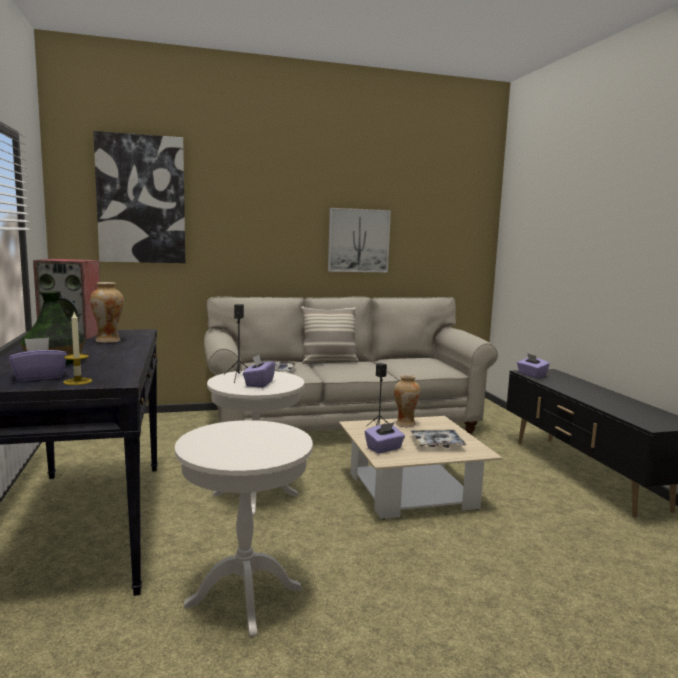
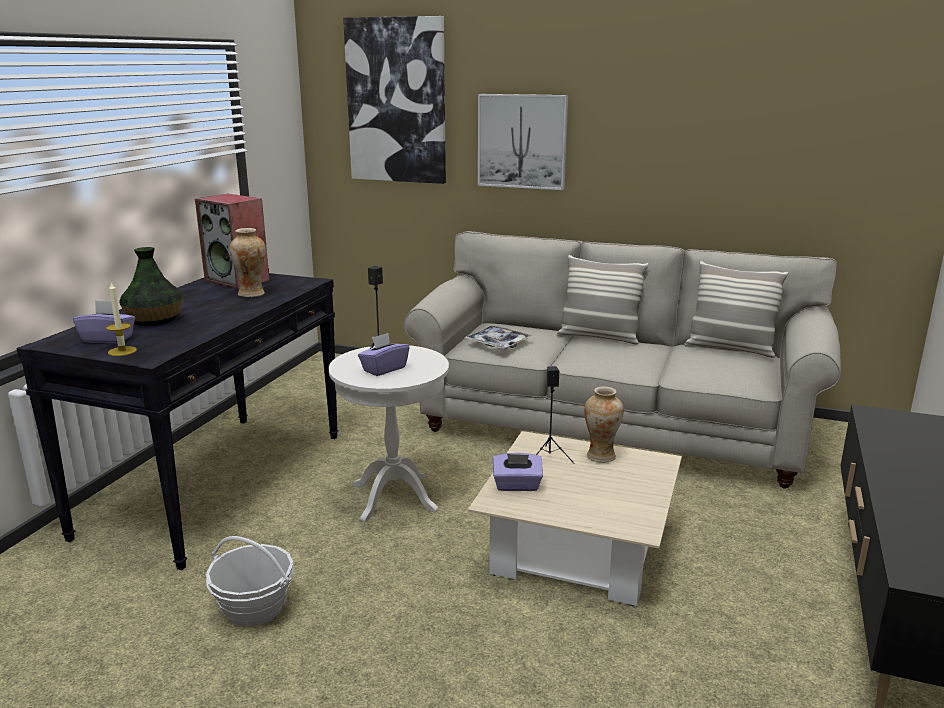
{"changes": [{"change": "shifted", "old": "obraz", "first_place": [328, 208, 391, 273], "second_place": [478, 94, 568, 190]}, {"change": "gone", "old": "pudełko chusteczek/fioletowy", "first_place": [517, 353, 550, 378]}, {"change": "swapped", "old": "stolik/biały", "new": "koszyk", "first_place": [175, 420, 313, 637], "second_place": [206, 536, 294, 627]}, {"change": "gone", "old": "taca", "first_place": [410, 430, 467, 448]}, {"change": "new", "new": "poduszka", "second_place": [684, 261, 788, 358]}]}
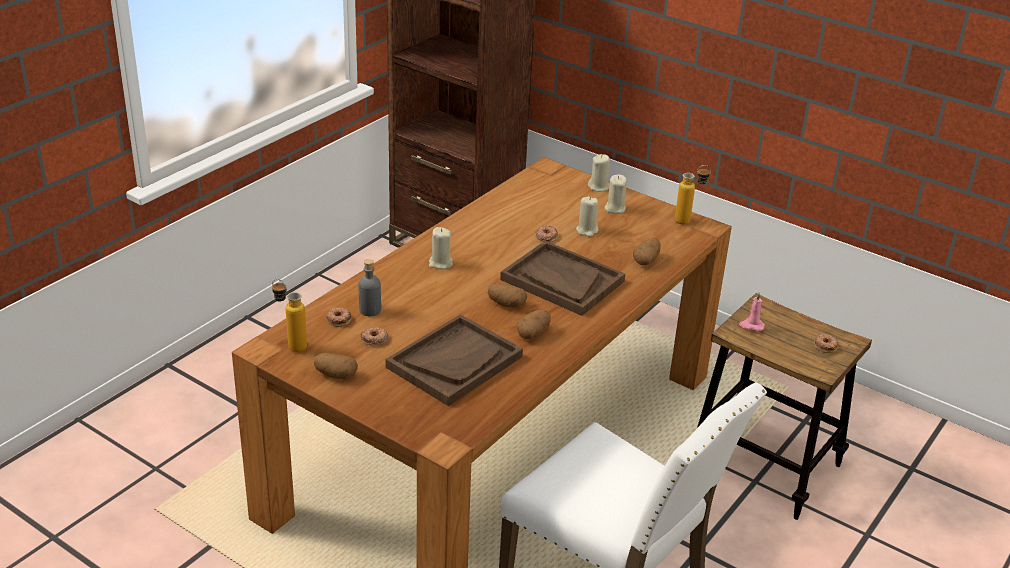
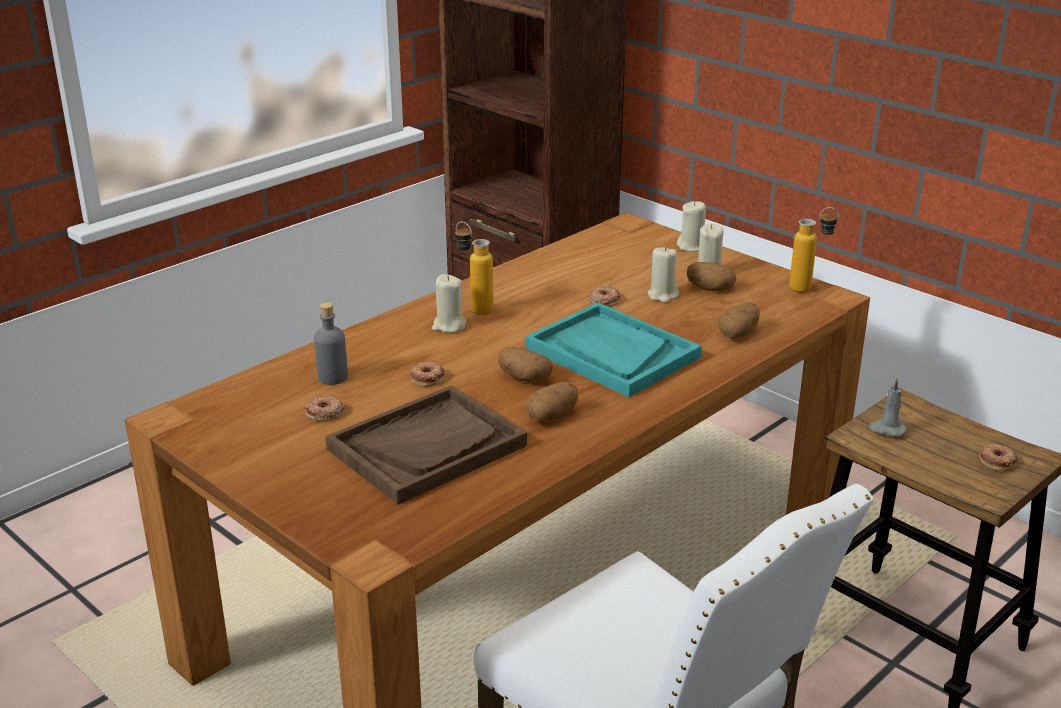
{"changes": [{"change": "repainted", "old": "taca/brązowy", "new": "taca/turkusowy", "first_place": [500, 241, 625, 316], "second_place": [525, 303, 702, 397]}, {"change": "shifted", "old": "butelka", "first_place": [272, 279, 307, 352], "second_place": [455, 222, 494, 315]}, {"change": "repainted", "old": "świeca/różowy", "new": "świeca/szary", "first_place": [739, 293, 765, 331], "second_place": [869, 378, 907, 436]}, {"change": "shifted", "old": "donut", "first_place": [326, 307, 352, 327], "second_place": [410, 362, 445, 387]}, {"change": "shifted", "old": "ziemniak", "first_place": [314, 353, 358, 379], "second_place": [687, 262, 736, 291]}]}
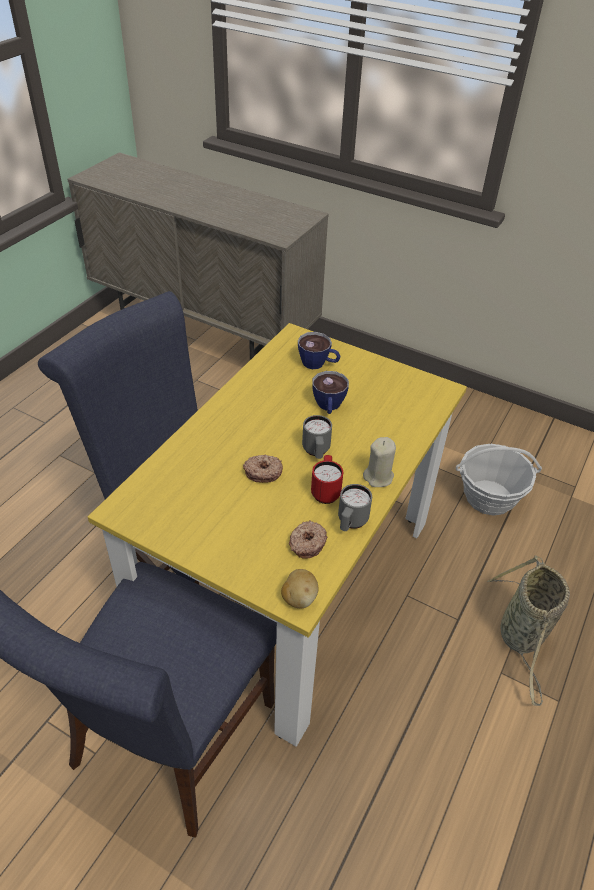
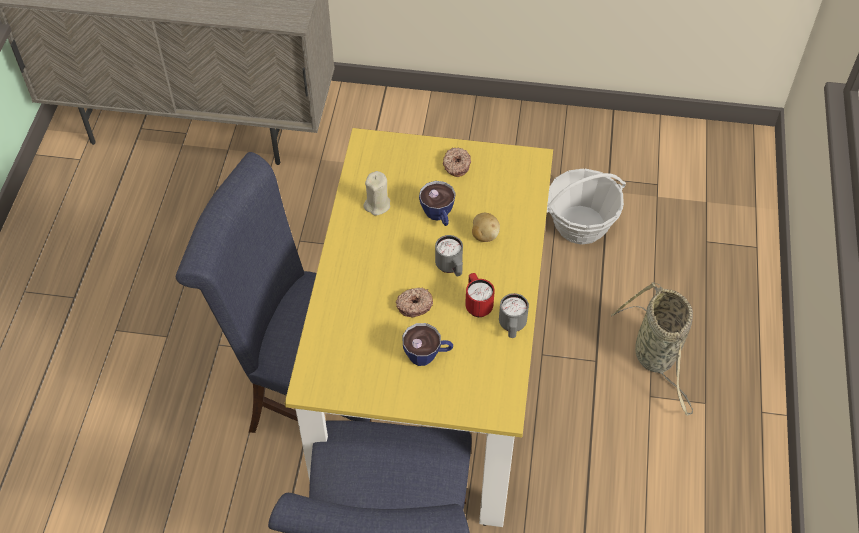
{"changes": [{"change": "shifted", "old": "filiżanka", "first_place": [298, 332, 341, 369], "second_place": [403, 323, 453, 366]}, {"change": "shifted", "old": "świeca/beżowy", "first_place": [363, 437, 396, 487], "second_place": [363, 171, 390, 216]}, {"change": "shifted", "old": "donut", "first_place": [289, 520, 328, 559], "second_place": [443, 148, 471, 177]}, {"change": "shifted", "old": "ziemniak", "first_place": [281, 569, 318, 608], "second_place": [472, 213, 500, 242]}]}
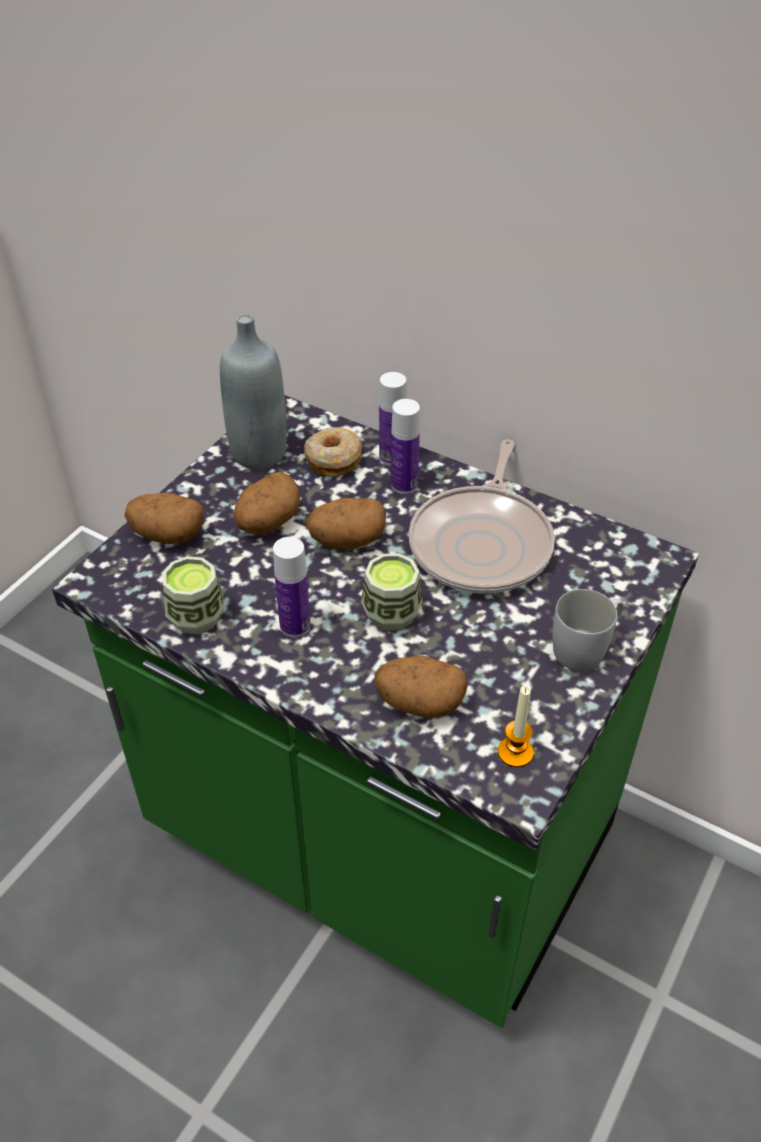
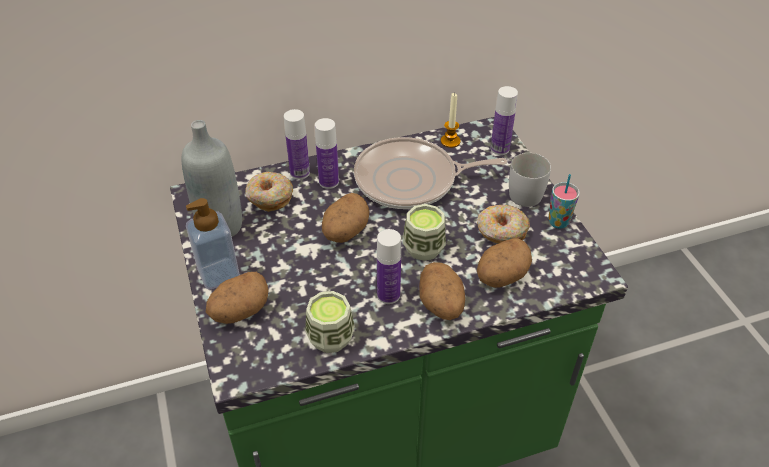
{"changes": [{"change": "rotated", "old": "patelnia", "first_place": [409, 439, 555, 593], "second_place": [354, 137, 507, 209], "degrees": 120}, {"change": "shifted", "old": "ziemniak", "first_place": [234, 472, 300, 535], "second_place": [419, 262, 465, 320]}, {"change": "shifted", "old": "świeca", "first_place": [498, 686, 534, 767], "second_place": [441, 93, 460, 148]}, {"change": "new", "new": "butelka", "second_place": [490, 86, 518, 155]}, {"change": "new", "new": "filiżanka", "second_place": [548, 174, 580, 229]}, {"change": "new", "new": "dozownik mydła", "second_place": [186, 198, 240, 290]}, {"change": "new", "new": "donut", "second_place": [477, 205, 530, 244]}]}
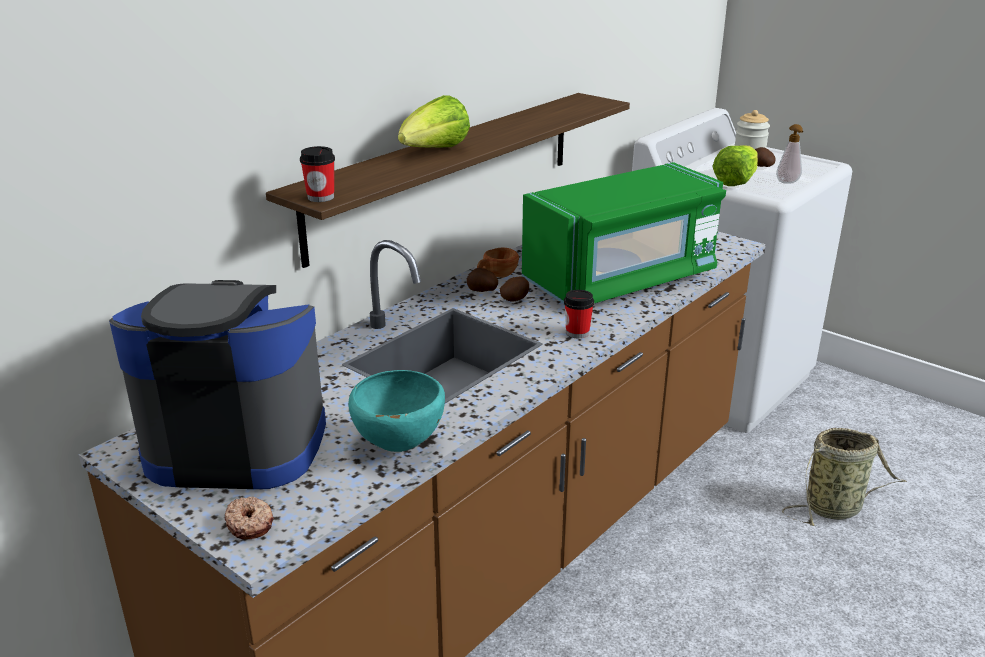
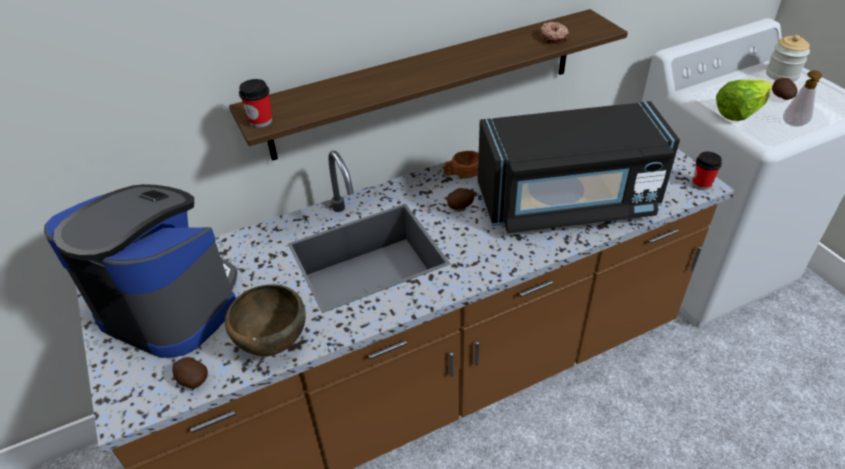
{"changes": [{"change": "gone", "old": "sałata", "first_place": [398, 95, 470, 148]}, {"change": "repainted", "old": "mikrofalówka/zielony", "new": "mikrofalówka/czarny", "first_place": [522, 162, 726, 304], "second_place": [478, 101, 680, 233]}, {"change": "shifted", "old": "ziemniak", "first_place": [467, 268, 498, 292], "second_place": [172, 357, 208, 389]}, {"change": "shifted", "old": "filiżanka", "first_place": [564, 290, 594, 338], "second_place": [692, 152, 722, 190]}, {"change": "repainted", "old": "miska/turkusowy", "new": "miska/brązowy", "first_place": [348, 370, 445, 452], "second_place": [225, 284, 306, 356]}, {"change": "gone", "old": "koszyk", "first_place": [782, 428, 907, 526]}, {"change": "shifted", "old": "donut", "first_place": [225, 496, 274, 539], "second_place": [540, 22, 569, 44]}]}
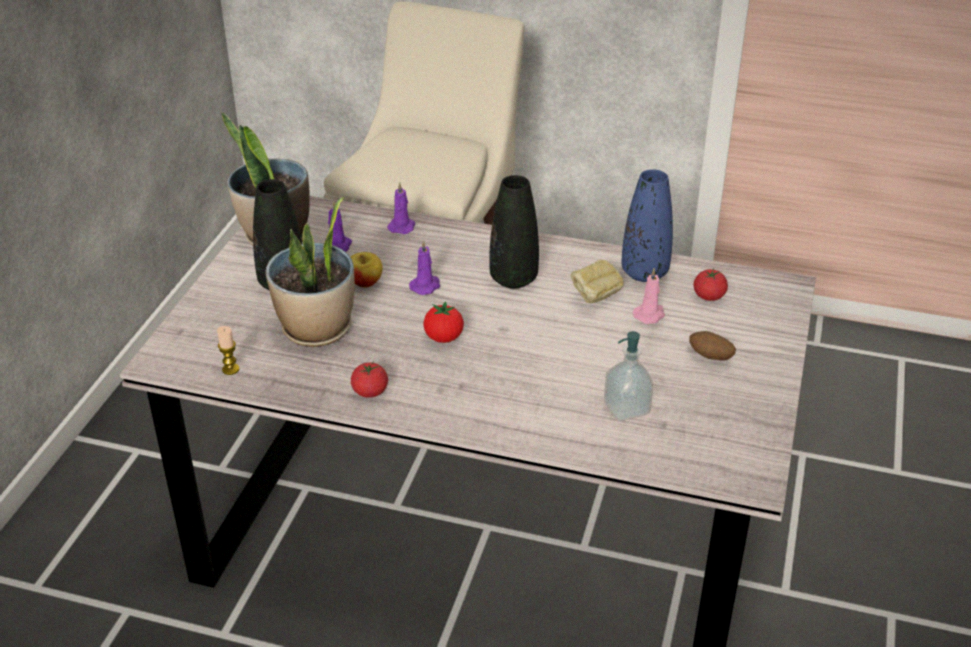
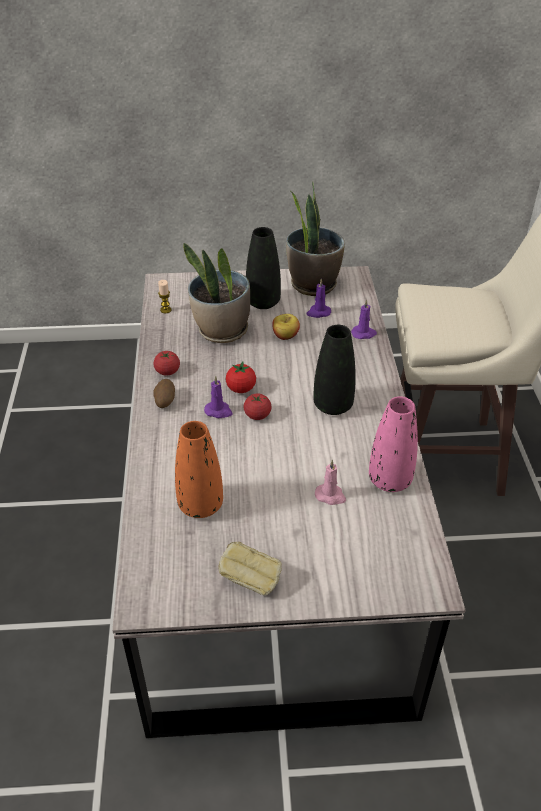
{"changes": [{"change": "repainted", "old": "wazon/niebieski", "new": "wazon/różowy", "first_place": [622, 169, 673, 282], "second_place": [369, 396, 418, 492]}, {"change": "shifted", "old": "świeca/fioletowy", "first_place": [409, 240, 440, 295], "second_place": [204, 376, 233, 418]}, {"change": "shifted", "old": "chleb", "first_place": [571, 259, 624, 303], "second_place": [218, 541, 282, 596]}, {"change": "shifted", "old": "pomidor", "first_place": [693, 268, 728, 301], "second_place": [244, 394, 272, 420]}, {"change": "swapped", "old": "dozownik mydła", "new": "wazon/pomarańczowy", "first_place": [604, 331, 653, 421], "second_place": [175, 421, 223, 518]}, {"change": "shifted", "old": "ziemniak", "first_place": [689, 331, 736, 361], "second_place": [153, 379, 175, 408]}]}
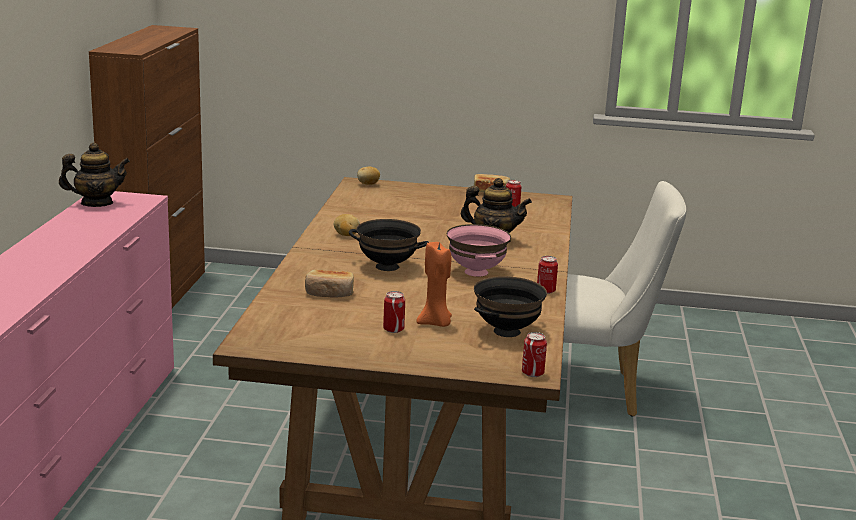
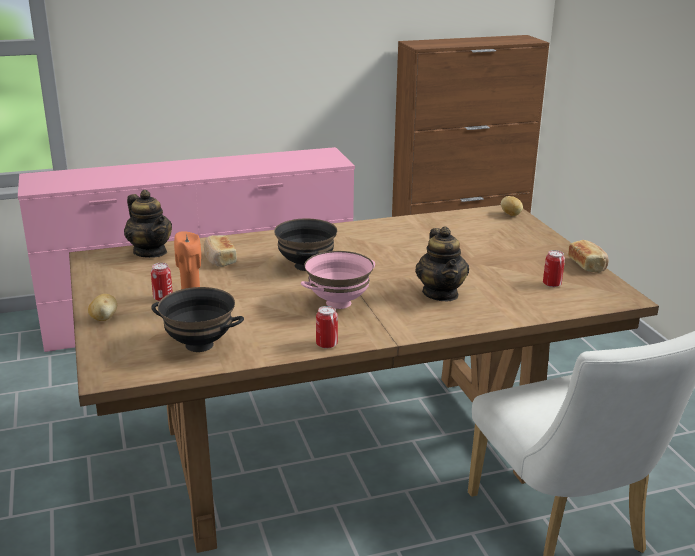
{"changes": [{"change": "shifted", "old": "imbryk", "first_place": [59, 142, 130, 207], "second_place": [124, 190, 172, 258]}, {"change": "shifted", "old": "ziemniak", "first_place": [334, 214, 360, 236], "second_place": [88, 294, 117, 321]}, {"change": "gone", "old": "puszka", "first_place": [522, 332, 547, 377]}]}
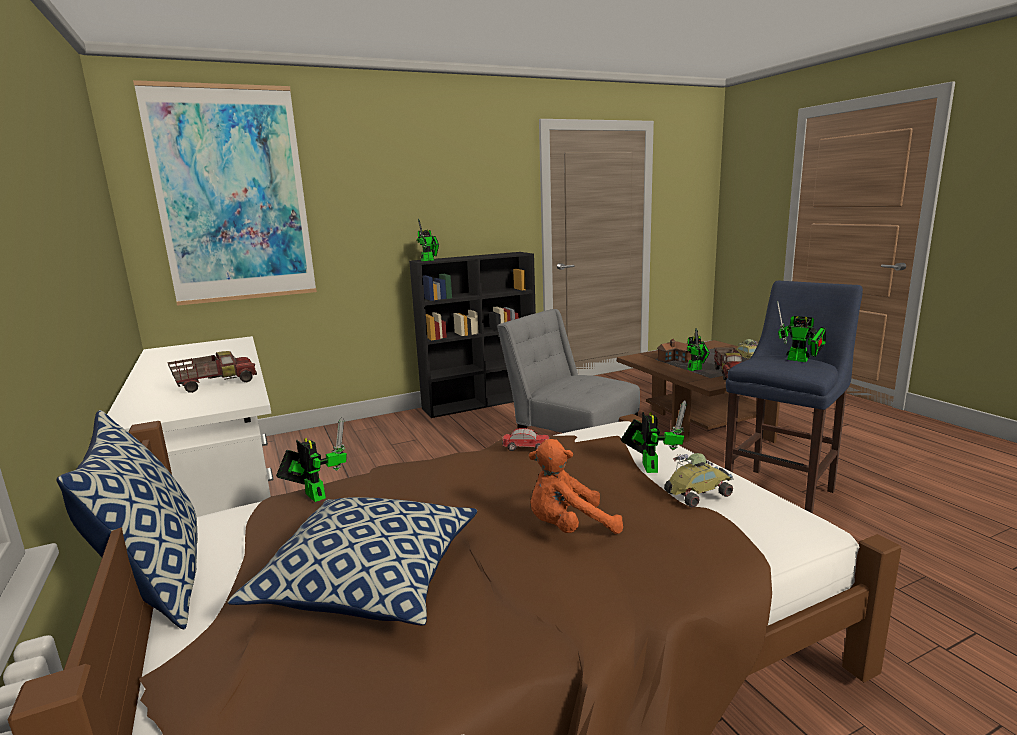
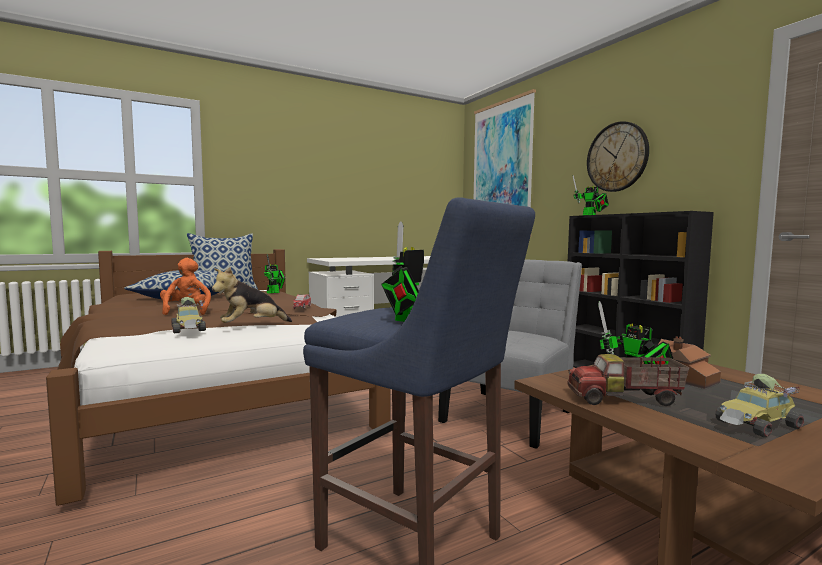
{"changes": [{"change": "gone", "old": "ciężarówka zabawkowa", "first_place": [168, 351, 257, 393]}, {"change": "swapped", "old": "robot zabawkowy", "new": "pluszak", "first_place": [621, 400, 687, 473], "second_place": [212, 267, 292, 323]}, {"change": "new", "new": "zegar ścienny", "second_place": [587, 121, 649, 192]}]}
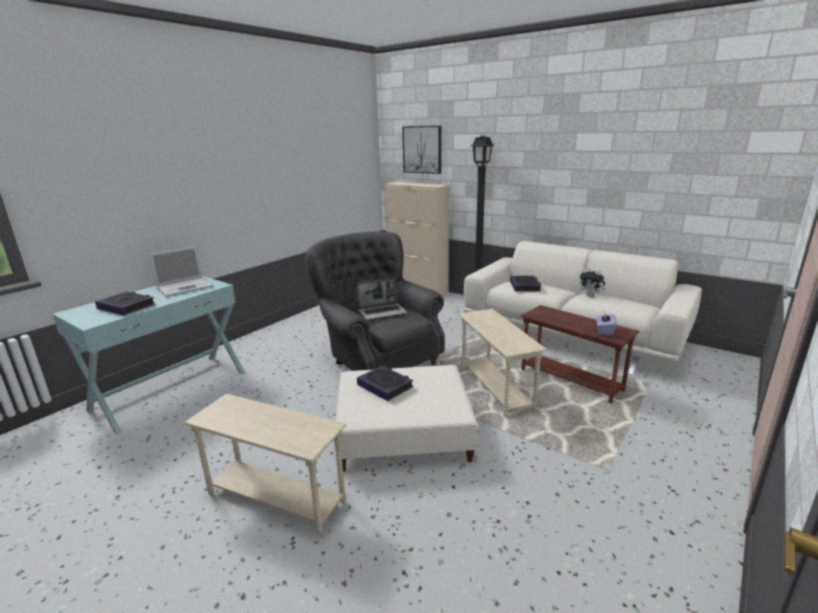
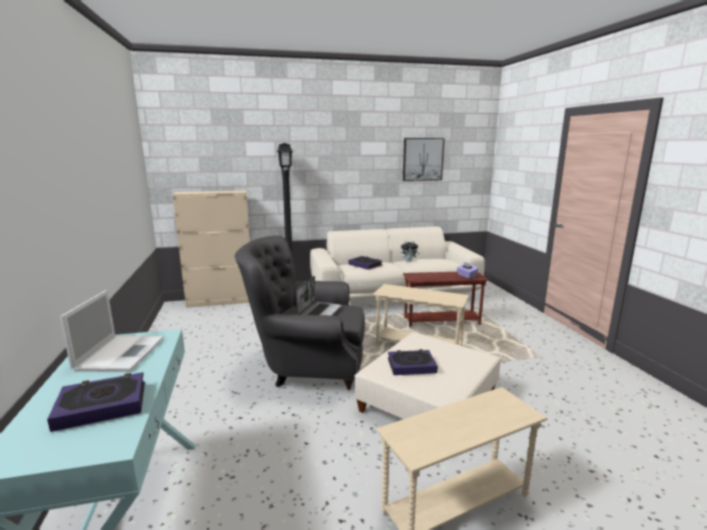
{"changes": [{"change": "shifted", "old": "obraz", "first_place": [402, 126, 441, 174], "second_place": [403, 138, 445, 181]}]}
